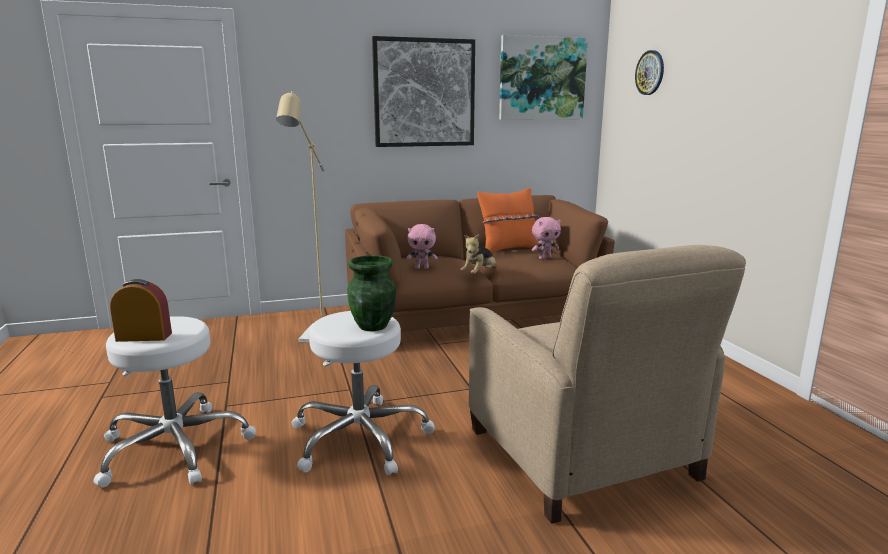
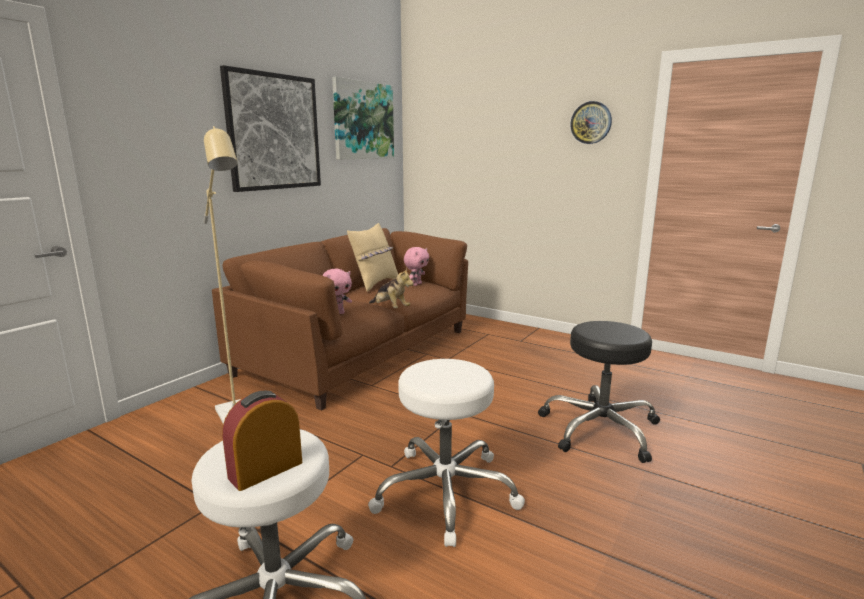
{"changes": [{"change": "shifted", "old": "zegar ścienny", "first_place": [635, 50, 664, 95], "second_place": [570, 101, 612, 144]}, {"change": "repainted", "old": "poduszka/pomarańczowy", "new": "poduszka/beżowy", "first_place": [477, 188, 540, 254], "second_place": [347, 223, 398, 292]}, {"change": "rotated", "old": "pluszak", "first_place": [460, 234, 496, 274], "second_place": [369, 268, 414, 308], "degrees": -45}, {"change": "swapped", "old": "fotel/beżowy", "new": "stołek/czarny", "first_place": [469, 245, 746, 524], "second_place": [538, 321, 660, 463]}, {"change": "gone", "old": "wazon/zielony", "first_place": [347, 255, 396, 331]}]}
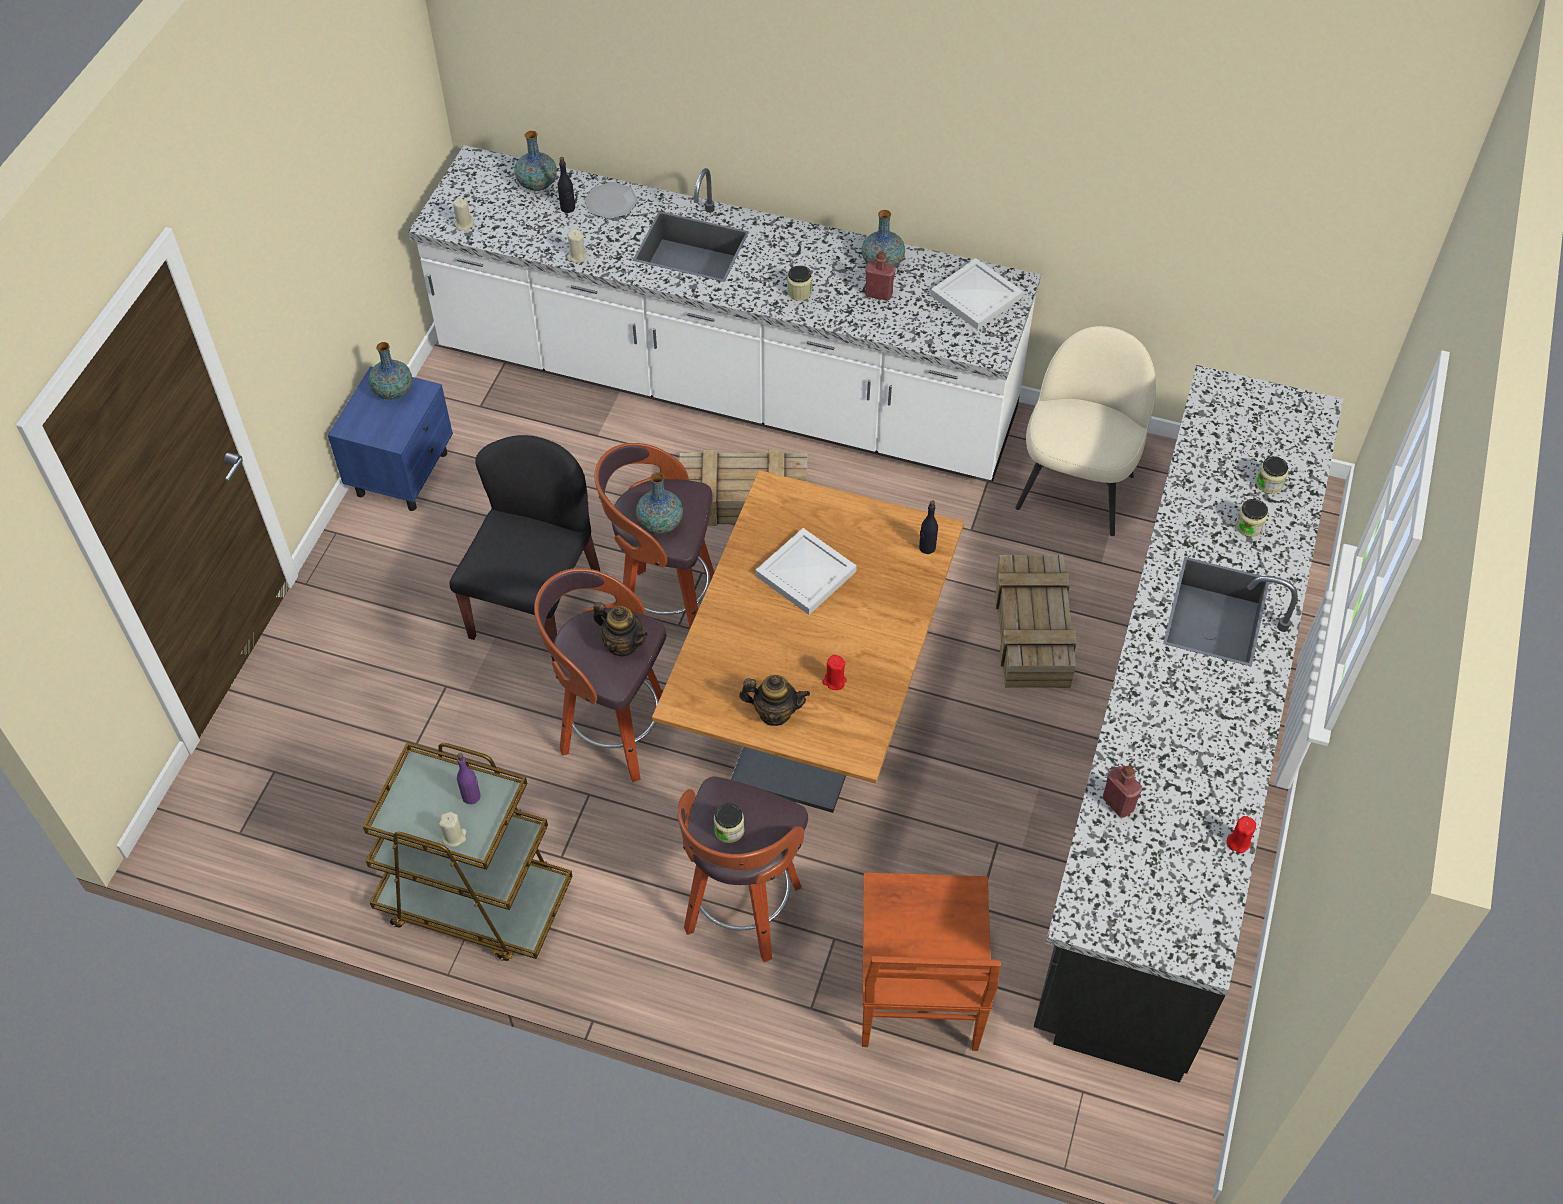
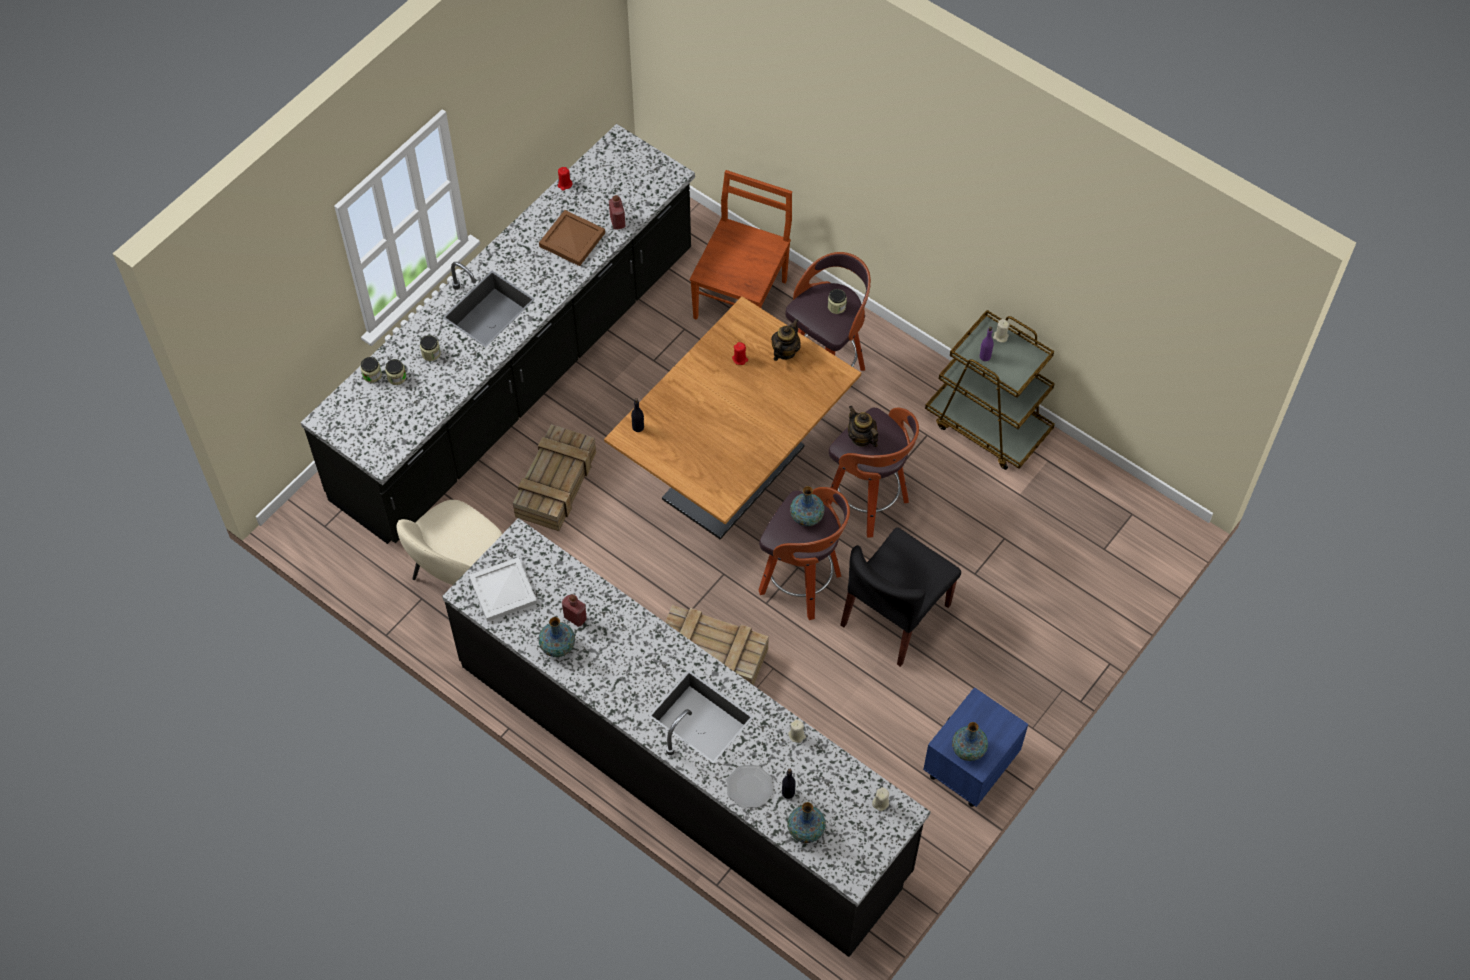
{"changes": [{"change": "repainted", "old": "zabudowa kuchenna/biały", "new": "zabudowa kuchenna/czarny", "first_place": [408, 145, 1041, 481], "second_place": [442, 518, 931, 957]}, {"change": "shifted", "old": "słoik", "first_place": [787, 265, 812, 301], "second_place": [360, 357, 382, 383]}, {"change": "gone", "old": "taca/biały", "first_place": [755, 528, 857, 615]}, {"change": "rotated", "old": "imbryk", "first_place": [739, 675, 810, 726], "second_place": [771, 319, 801, 361], "degrees": 90}, {"change": "new", "new": "taca/brązowy", "second_place": [539, 210, 605, 266]}]}
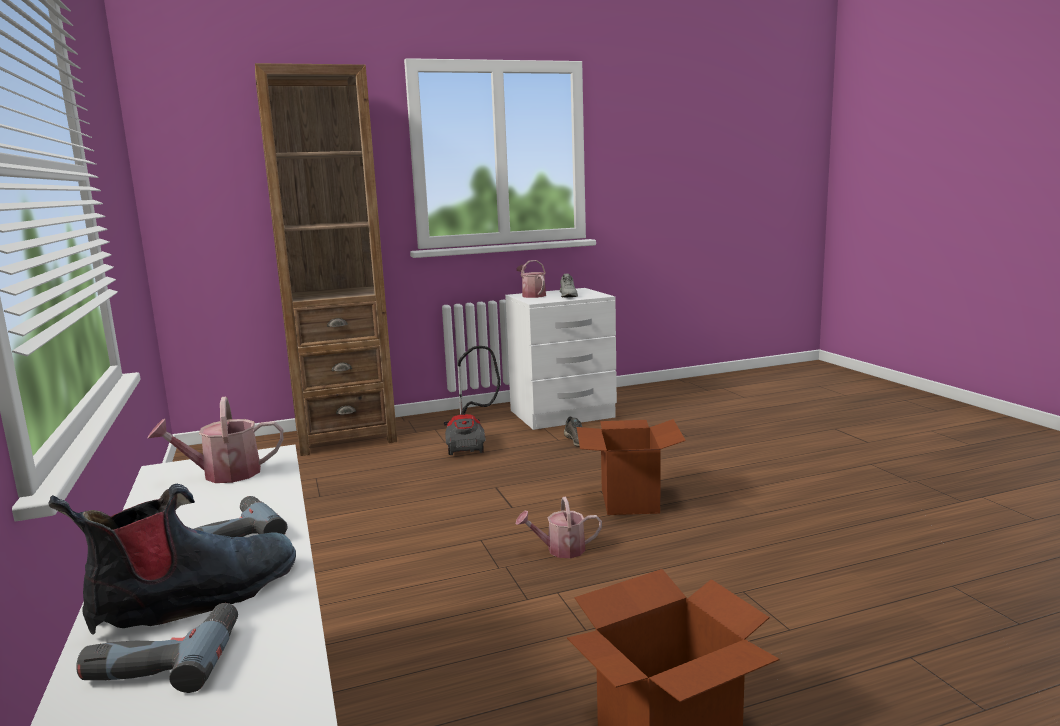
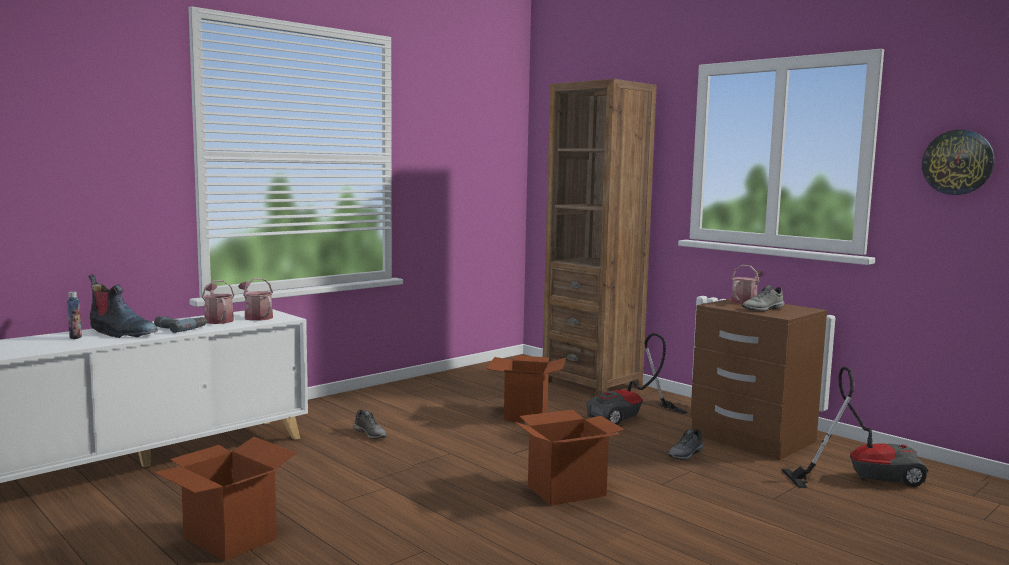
{"changes": [{"change": "repainted", "old": "szafka nocna/biały", "new": "szafka nocna/brązowy", "first_place": [505, 288, 617, 430], "second_place": [690, 299, 827, 460]}, {"change": "shifted", "old": "konewka", "first_place": [516, 497, 602, 558], "second_place": [202, 280, 235, 324]}, {"change": "swapped", "old": "wiertarka", "new": "butelka", "first_place": [76, 603, 238, 693], "second_place": [67, 292, 82, 339]}, {"change": "new", "new": "zegar ścienny", "second_place": [922, 130, 995, 195]}, {"change": "new", "new": "karton", "second_place": [486, 355, 566, 422]}, {"change": "new", "new": "odkurzacz", "second_place": [782, 366, 928, 488]}, {"change": "new", "new": "but/szary", "second_place": [353, 410, 387, 439]}]}
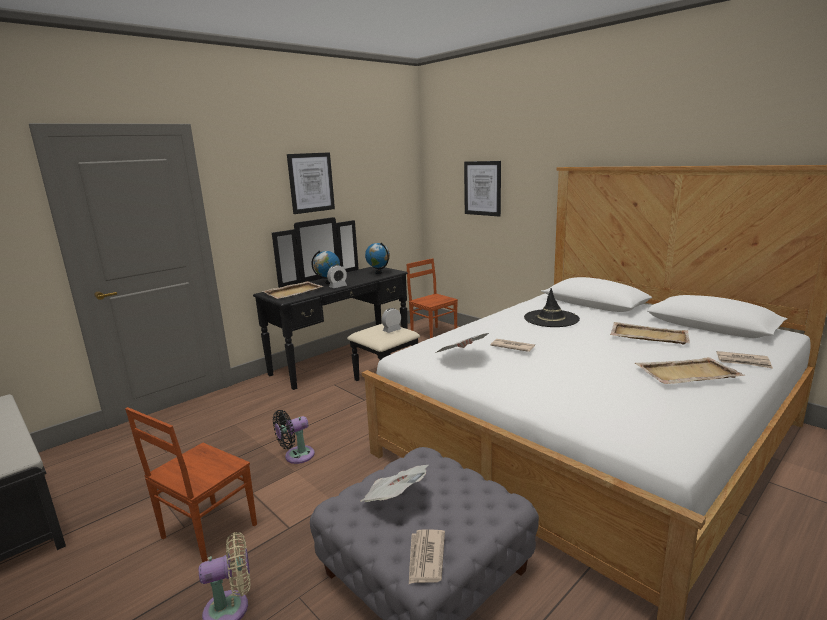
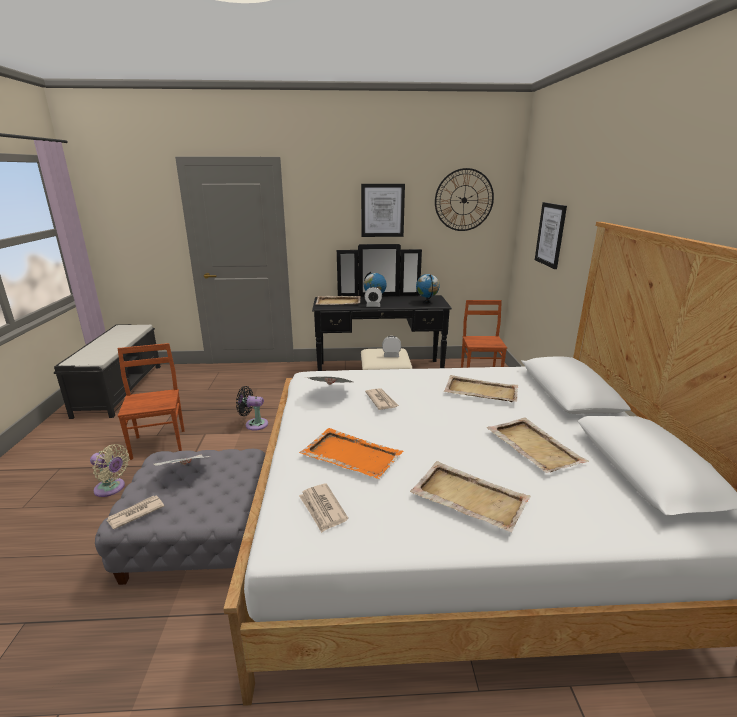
{"changes": [{"change": "swapped", "old": "kapelusz/czarny", "new": "taca/beżowy", "first_place": [524, 288, 580, 327], "second_place": [444, 375, 518, 402]}, {"change": "shifted", "old": "gazeta", "first_place": [717, 351, 773, 368], "second_place": [299, 483, 348, 533]}, {"change": "rotated", "old": "krzesło/brązowy", "first_place": [125, 407, 257, 562], "second_place": [117, 343, 185, 460], "degrees": 90}, {"change": "new", "new": "zegar ścienny", "second_place": [435, 168, 494, 231]}, {"change": "new", "new": "taca/pomarańczowy", "second_place": [299, 428, 404, 479]}]}
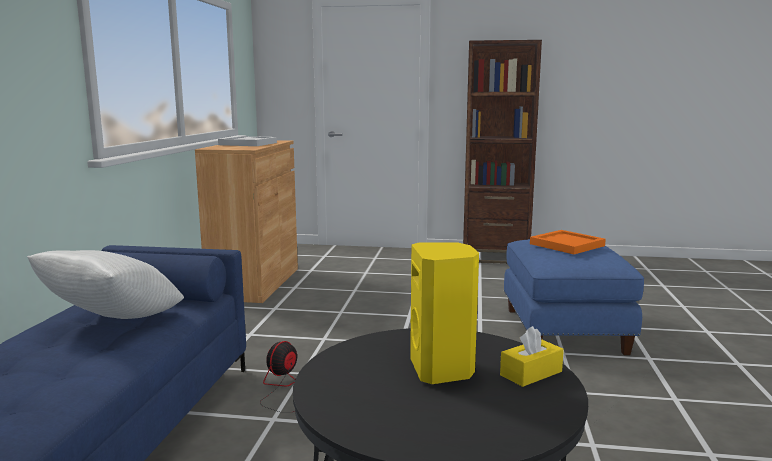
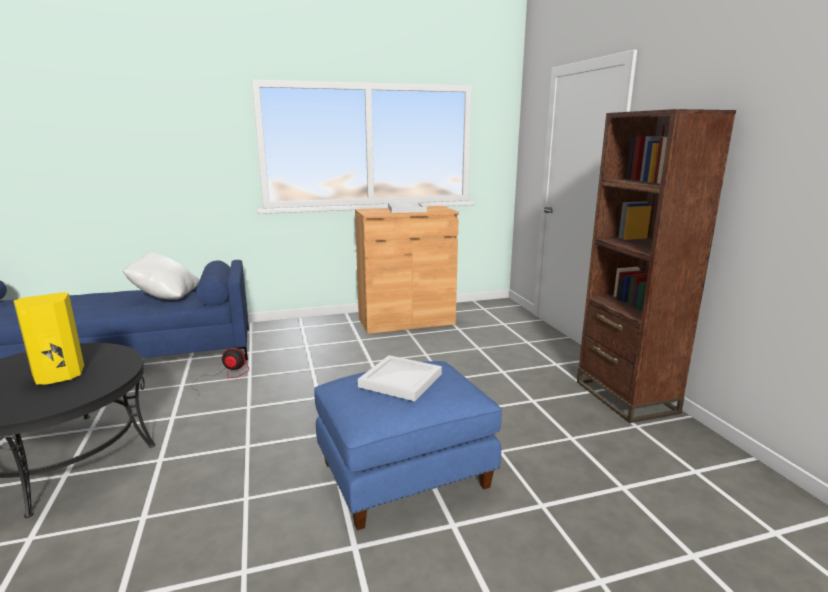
{"changes": [{"change": "repainted", "old": "taca/pomarańczowy", "new": "taca/biały", "first_place": [530, 230, 606, 254], "second_place": [358, 355, 442, 401]}, {"change": "gone", "old": "pudełko chusteczek/żółty", "first_place": [500, 326, 564, 387]}]}
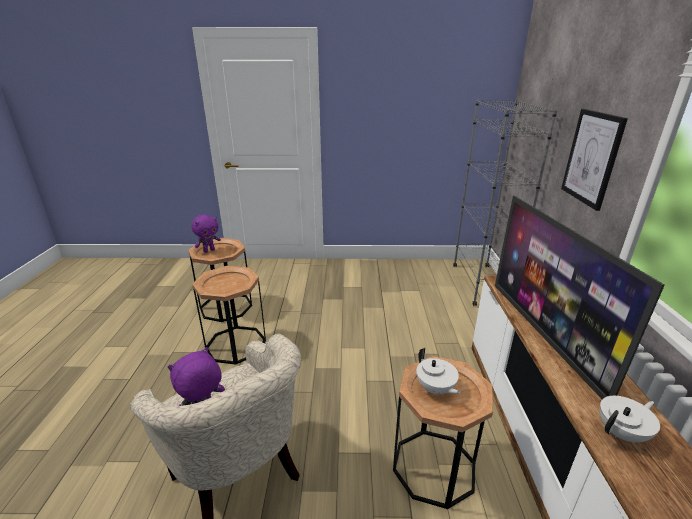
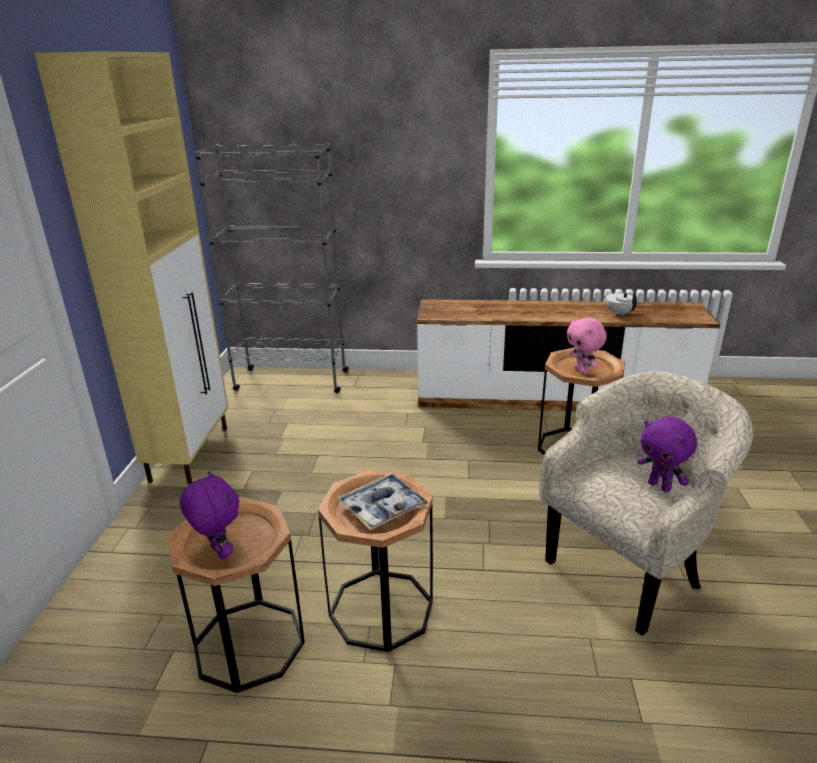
{"changes": [{"change": "gone", "old": "obraz", "first_place": [561, 109, 628, 211]}, {"change": "gone", "old": "telewizor", "first_place": [495, 195, 665, 399]}, {"change": "swapped", "old": "imbryk/biały", "new": "pluszak/różowy", "first_place": [417, 348, 461, 396], "second_place": [567, 317, 607, 374]}, {"change": "new", "new": "szafka/beżowy", "second_place": [34, 51, 229, 484]}, {"change": "new", "new": "taca", "second_place": [338, 473, 429, 530]}]}
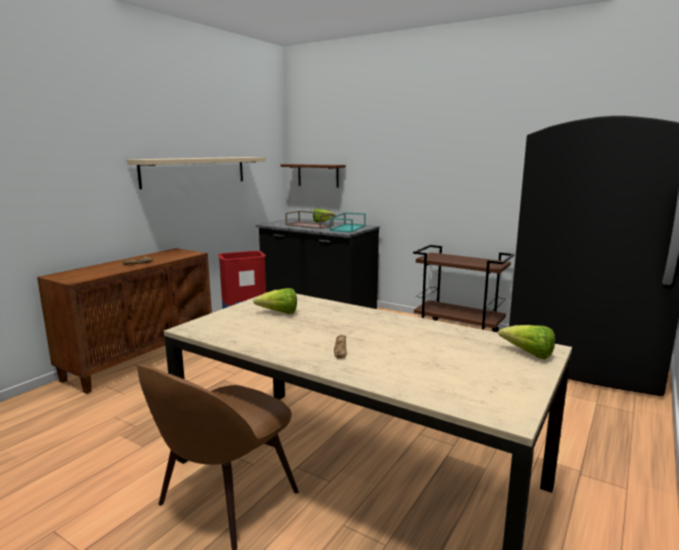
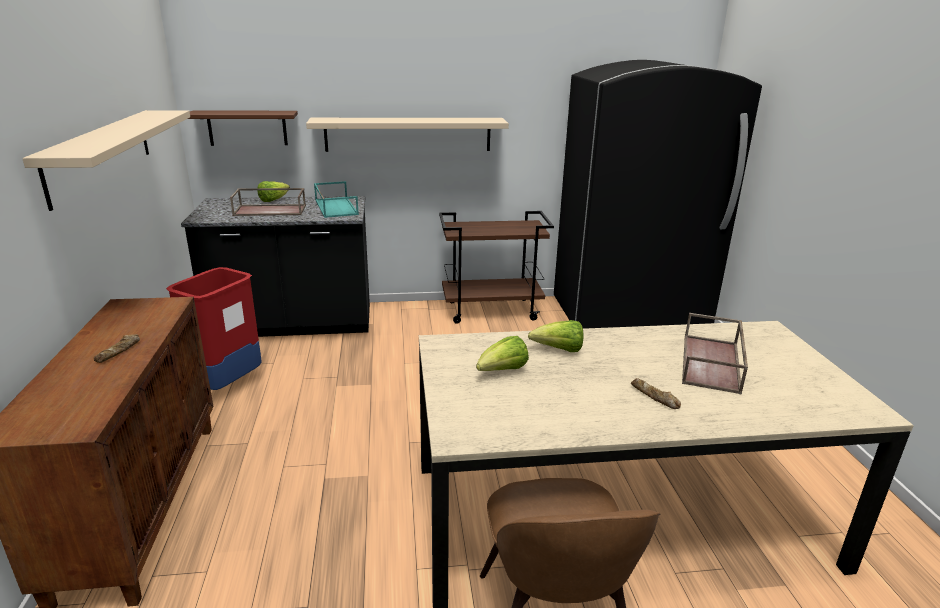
{"changes": [{"change": "shifted", "old": "sałata", "first_place": [499, 325, 555, 359], "second_place": [528, 320, 584, 352]}, {"change": "new", "new": "półka/beżowy", "second_place": [306, 118, 509, 152]}, {"change": "new", "new": "taca/brązowy", "second_place": [682, 313, 748, 395]}]}
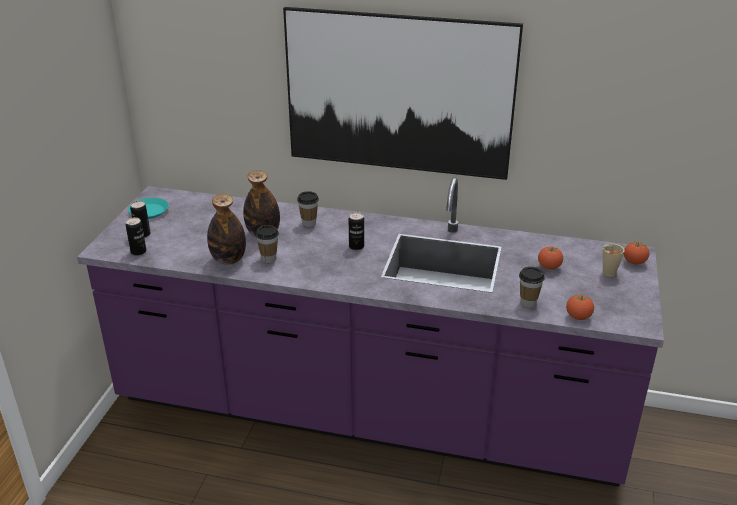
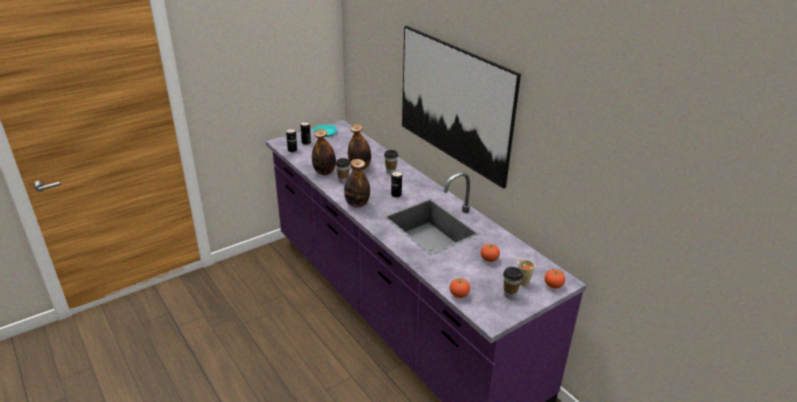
{"changes": [{"change": "shifted", "old": "filiżanka", "first_place": [519, 267, 545, 308], "second_place": [503, 267, 523, 299]}, {"change": "new", "new": "butelka", "second_place": [344, 159, 370, 208]}]}
